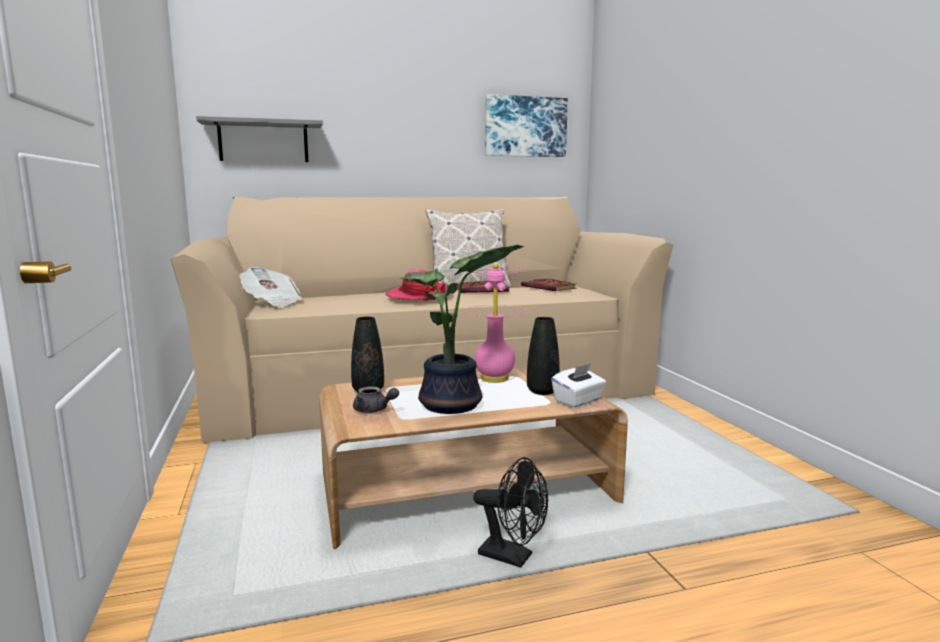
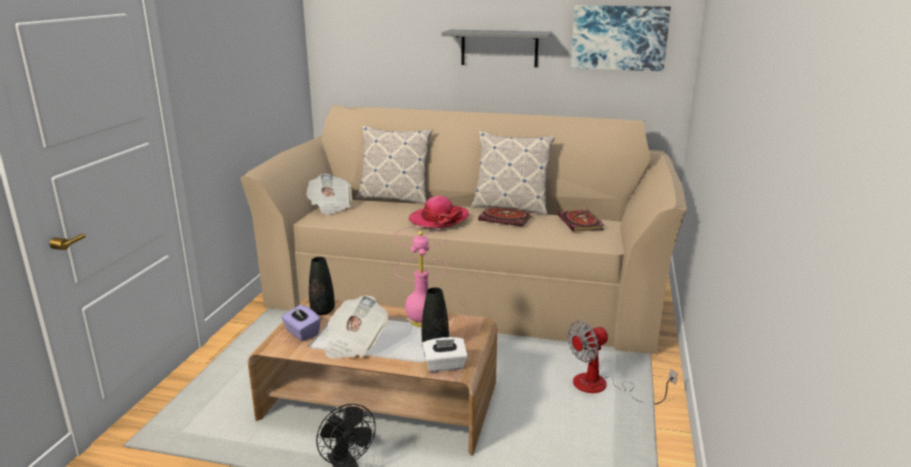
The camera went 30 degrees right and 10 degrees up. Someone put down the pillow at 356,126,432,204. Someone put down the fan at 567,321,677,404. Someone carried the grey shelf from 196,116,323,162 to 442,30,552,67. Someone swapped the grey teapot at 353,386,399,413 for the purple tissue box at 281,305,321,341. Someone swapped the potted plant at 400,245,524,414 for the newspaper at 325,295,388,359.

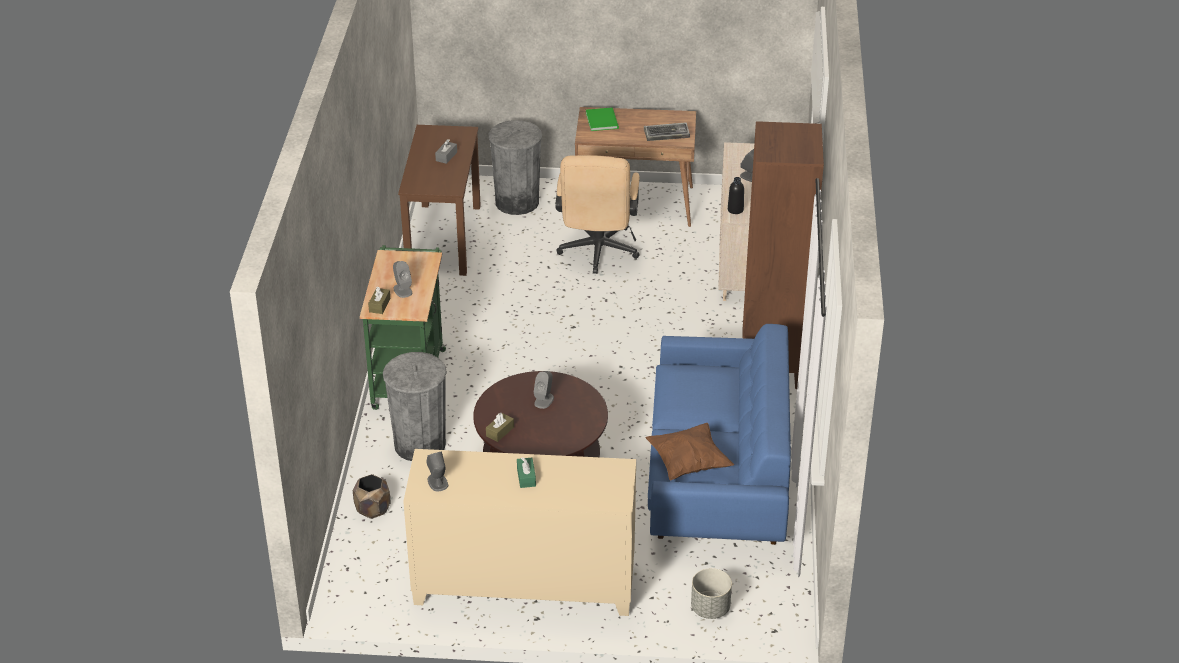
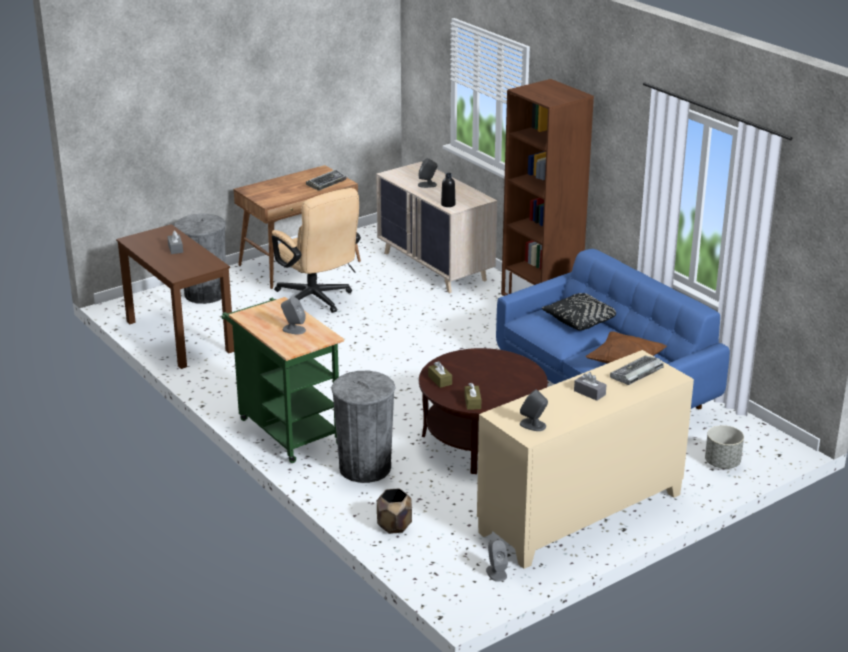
The camera went 40 degrees left and 10 degrees down. Someone took away the green book at 586,107,619,131. Someone put down the black pillow at 542,293,616,330. Someone put down the keyboard at 610,356,664,385. Someone carried the brown tissue box from 368,287,390,314 to 428,361,452,388. Someone carried the grey speaker from 534,371,554,409 to 486,540,508,582. Someone repainted the green tissue box at 517,457,536,488, which became the grey tissue box at 574,372,606,401.

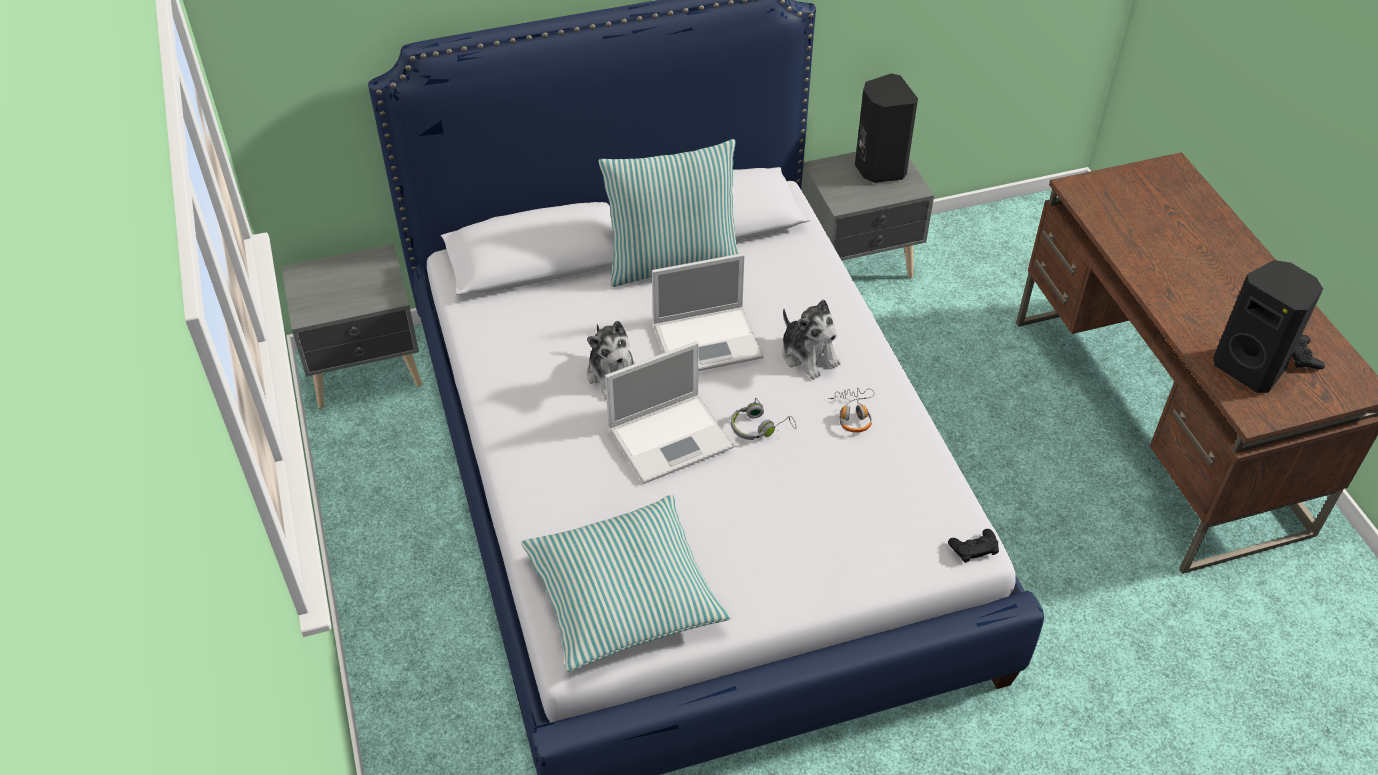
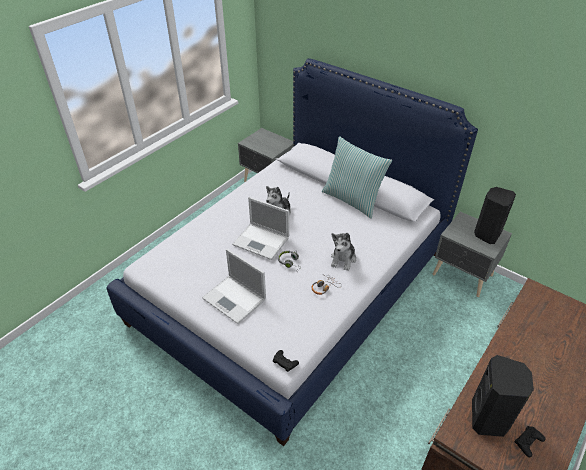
The camera went 55 degrees right and 5 degrees down. Someone took away the pillow at 521,495,731,672. Someone carried the laptop from 652,253,763,371 to 202,249,266,324.

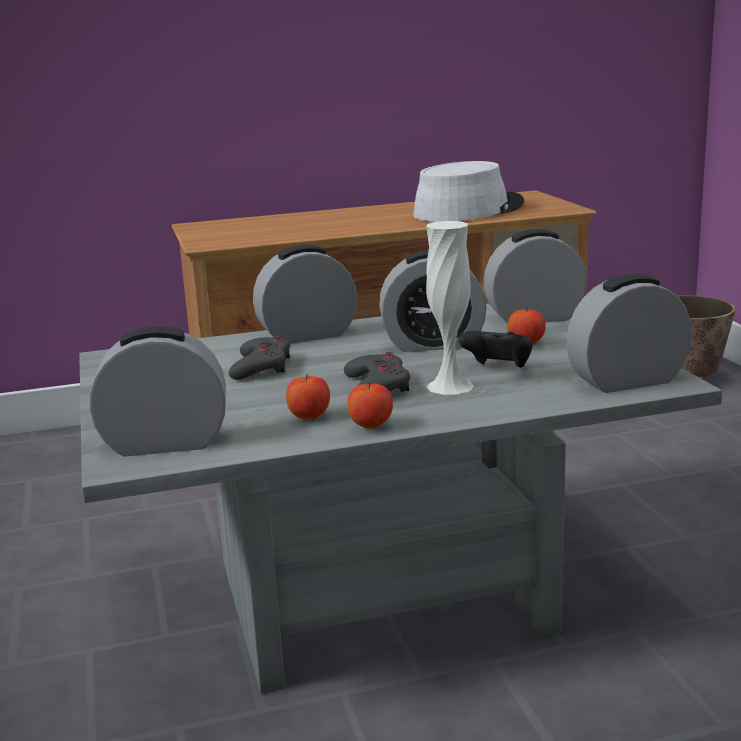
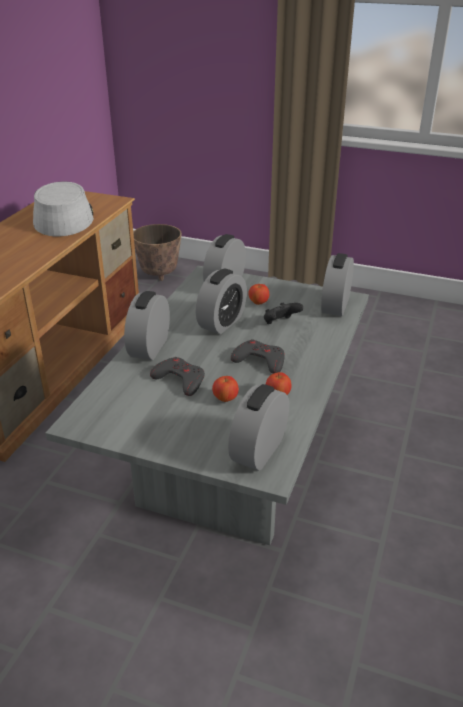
The camera went 55 degrees left and 15 degrees up. Someone took away the white vase at 426,221,474,395. Someone carried the apple from 347,381,393,429 to 212,376,239,402.

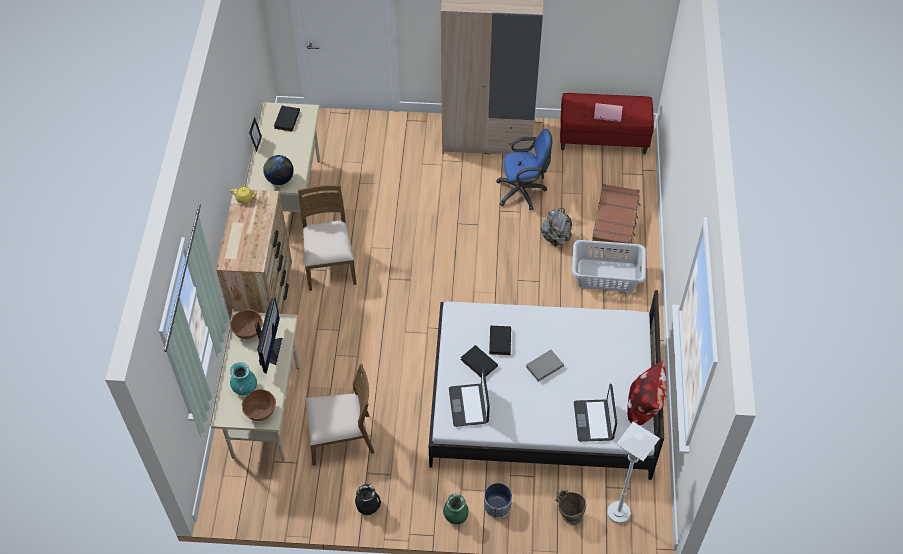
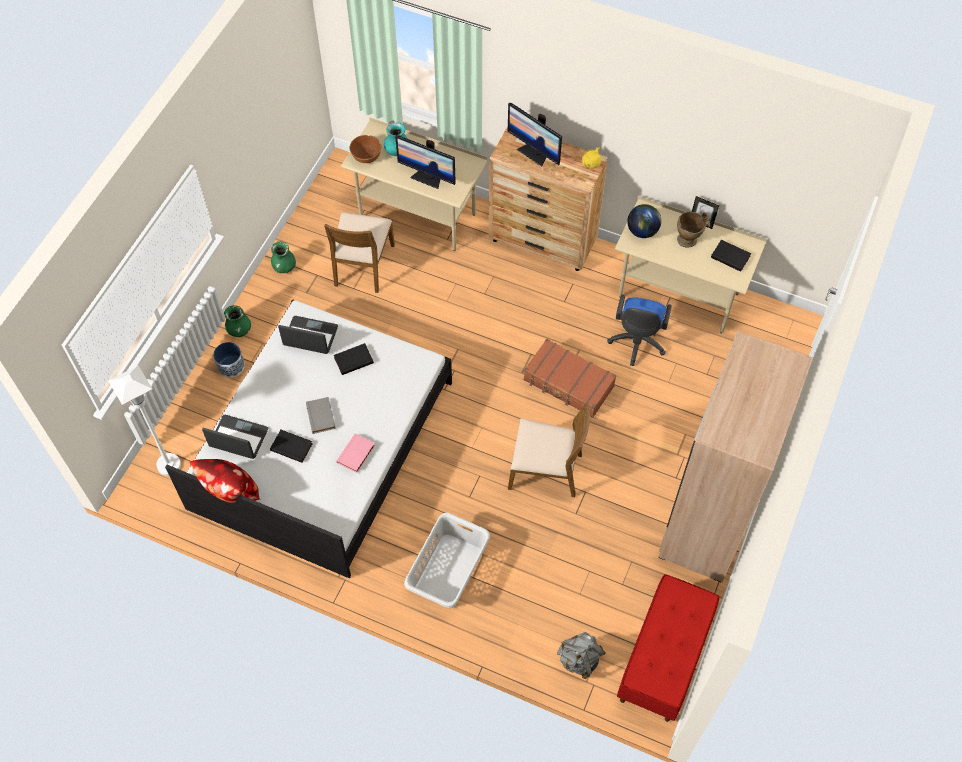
The camera went 110 degrees right and 5 degrees up. Someone took away the brown bowl at 230,310,263,339. Someone put down the monitor at 508,103,562,166. Someone carried the brown chair from 298,184,357,291 to 508,402,590,497. Someone carried the black book from 489,326,511,355 to 270,429,313,463. Someone carried the blue office chair from 496,129,553,210 to 607,295,672,366. Someone carried the grey backpack from 541,208,572,247 to 557,632,606,679. Someone carried the beige vase from 556,490,586,525 to 677,212,711,248. Someone carried the brown suitcase from 592,184,640,253 to 524,339,616,418. Someone carried the pink book from 594,103,623,122 to 336,433,375,473. Someone repainted the black vase at 355,484,381,515, which became the green vase at 271,241,296,273.

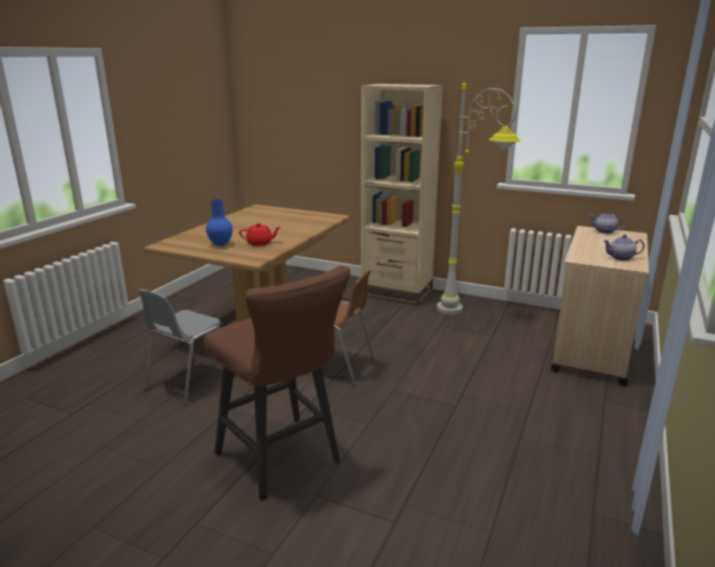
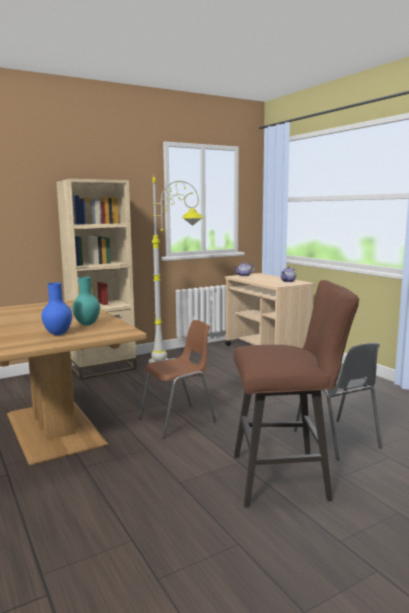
The camera went 55 degrees left and 10 degrees down. Someone carried the grey chair from 138,289,235,405 to 294,343,382,460. Someone swapped the red teapot at 239,223,281,246 for the turquoise vase at 72,277,100,326.

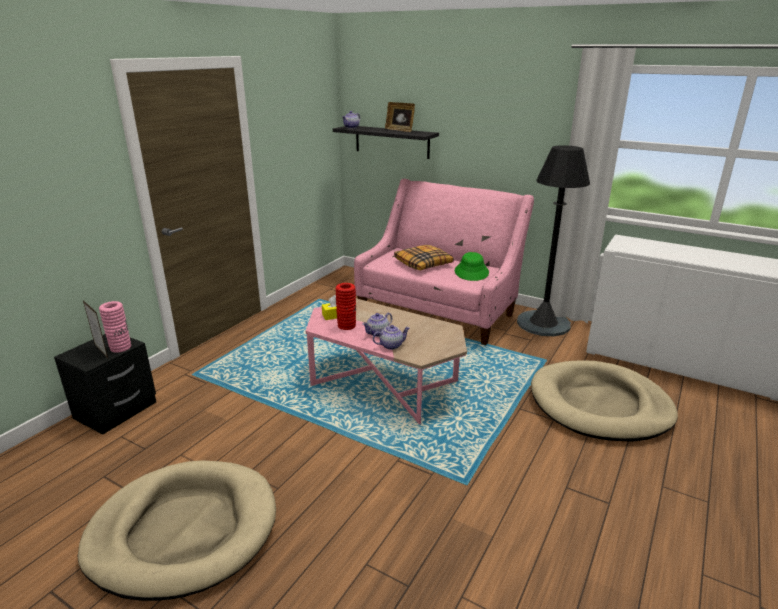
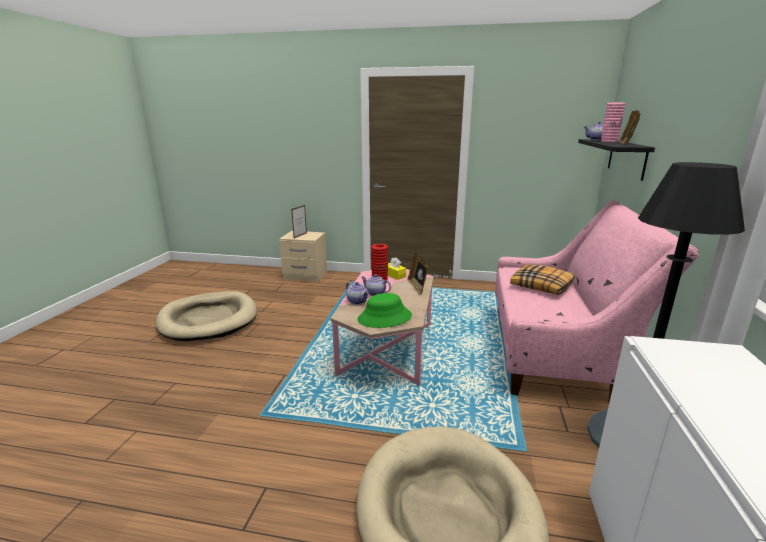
The camera went 70 degrees right and 5 degrees down. Someone put down the picture frame at 407,253,429,295. Someone carried the pink vase from 99,301,131,353 to 601,102,625,142. Someone carried the green hat from 455,252,489,281 to 358,293,412,328. Someone repainted the black nightstand at 54,334,156,434, which became the beige nightstand at 279,231,327,282.

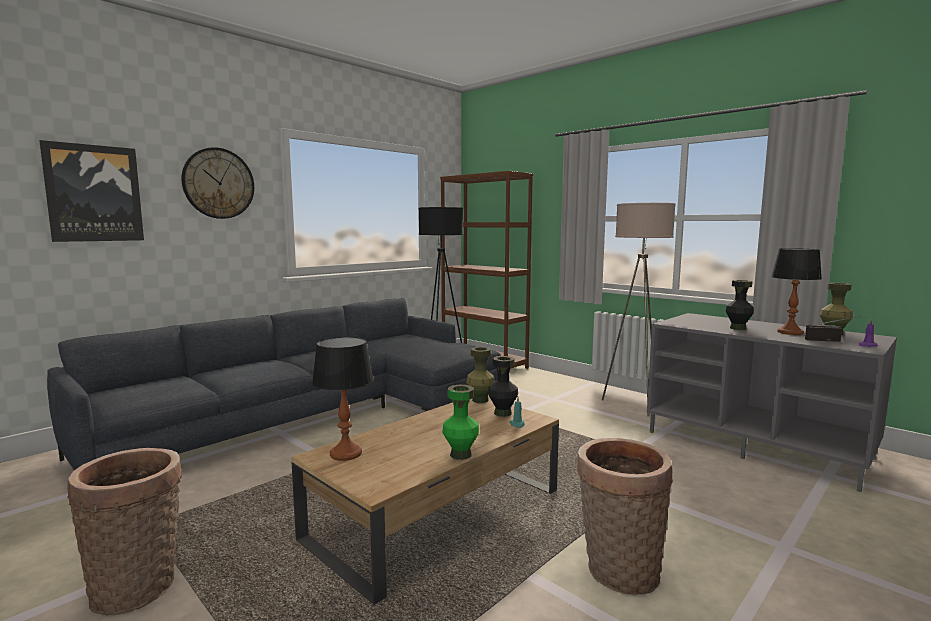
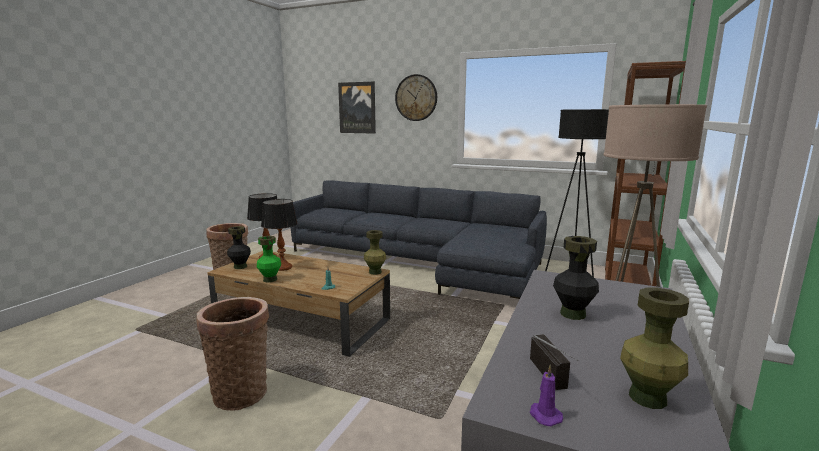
The camera went 70 degrees right and 5 degrees up. Someone carried the black vase from 488,356,518,417 to 227,226,251,269. Someone carried the table lamp from 771,248,822,335 to 261,199,298,271.

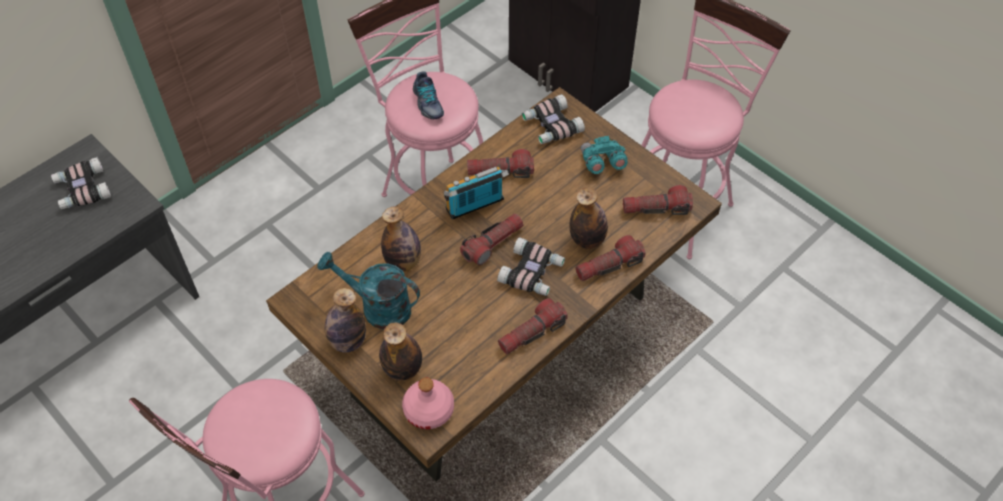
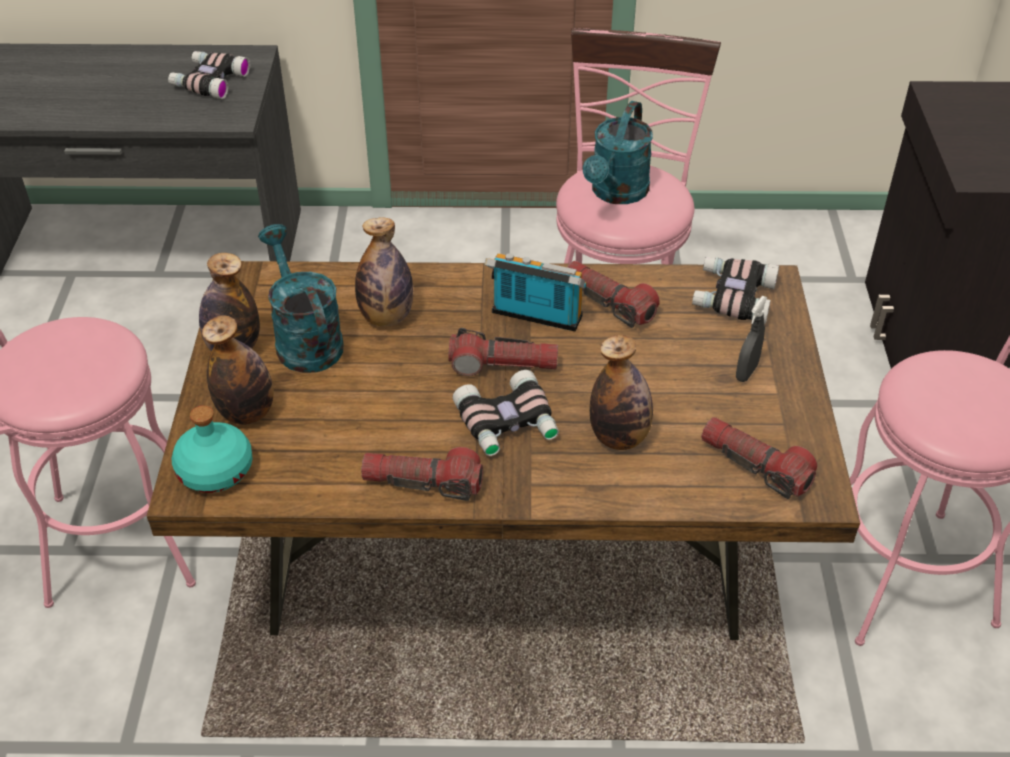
The camera went 45 degrees right and 10 degrees down. Someone took away the flashlight at 575,235,646,281. Someone swapped the shoe at 413,71,444,119 for the turquoise watering can at 583,101,653,204. Someone swapped the turquoise binoculars at 581,136,628,174 for the grey spray bottle at 736,296,768,382. Someone repainted the pink bottle at 402,378,454,429, which became the turquoise bottle at 172,406,253,493.

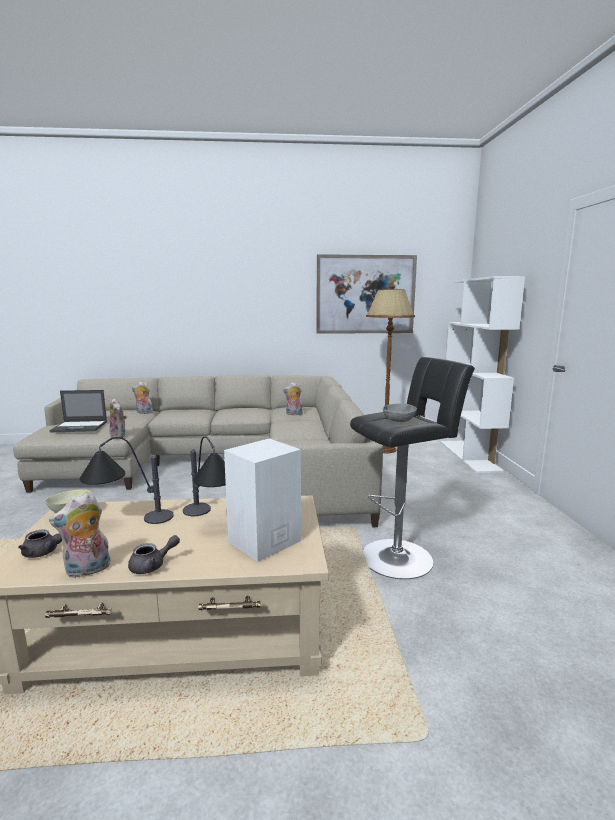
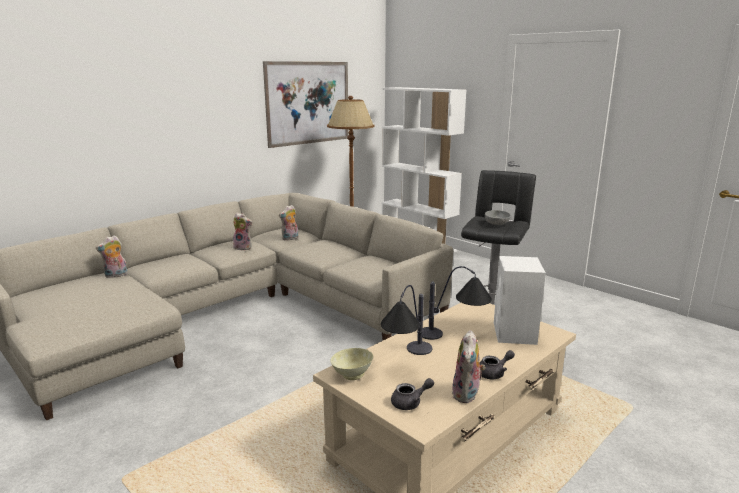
The camera went 40 degrees left and 5 degrees up. Someone took away the laptop at 49,390,107,432. Someone carried the plush toy from 109,398,127,438 to 233,213,252,250. Someone rotated the grey teapot at 128,535,180,574 by 45 degrees clockwise.

